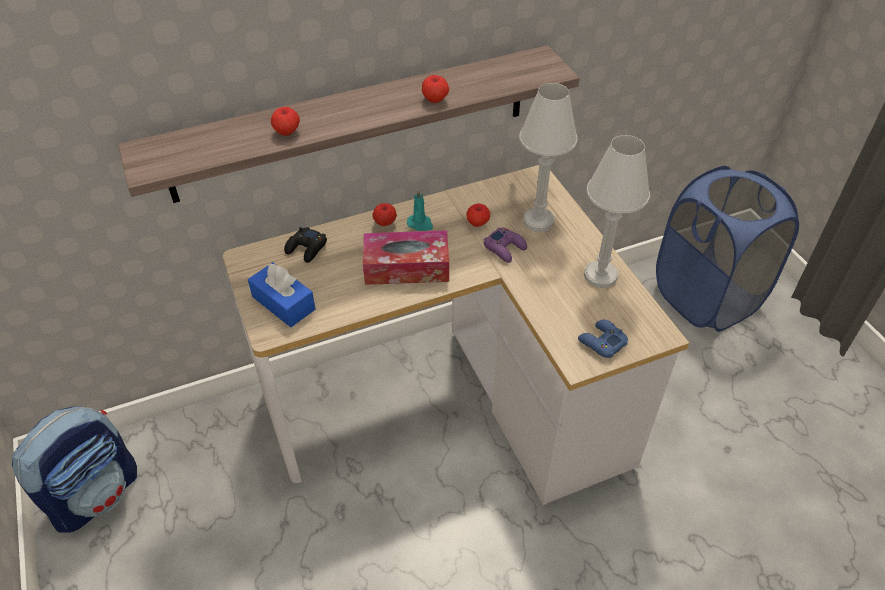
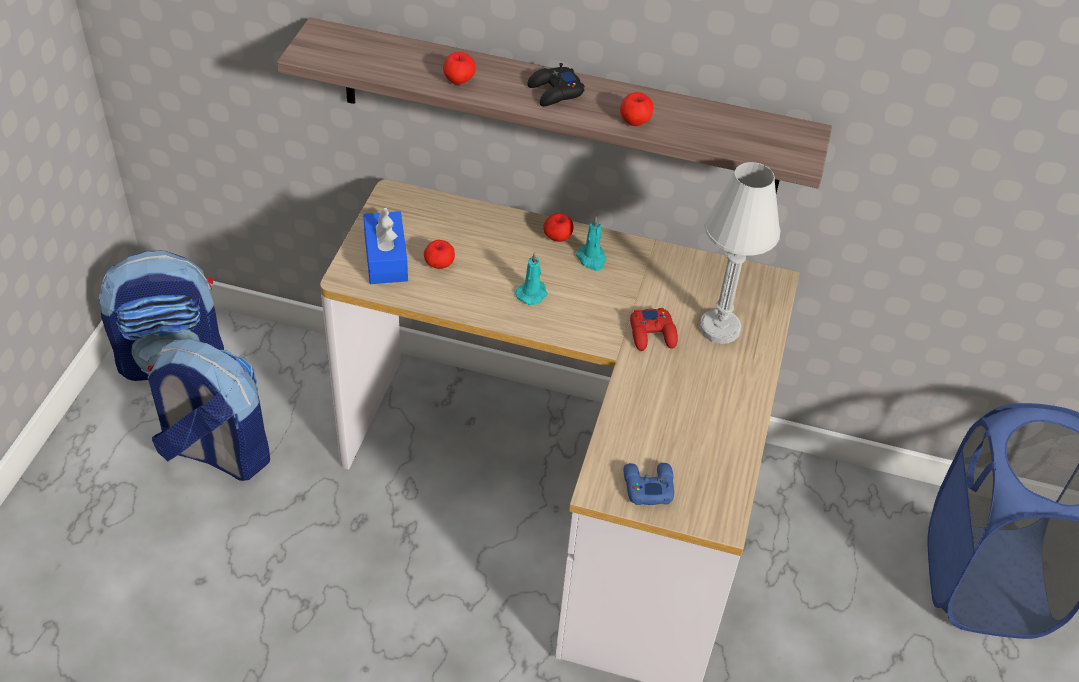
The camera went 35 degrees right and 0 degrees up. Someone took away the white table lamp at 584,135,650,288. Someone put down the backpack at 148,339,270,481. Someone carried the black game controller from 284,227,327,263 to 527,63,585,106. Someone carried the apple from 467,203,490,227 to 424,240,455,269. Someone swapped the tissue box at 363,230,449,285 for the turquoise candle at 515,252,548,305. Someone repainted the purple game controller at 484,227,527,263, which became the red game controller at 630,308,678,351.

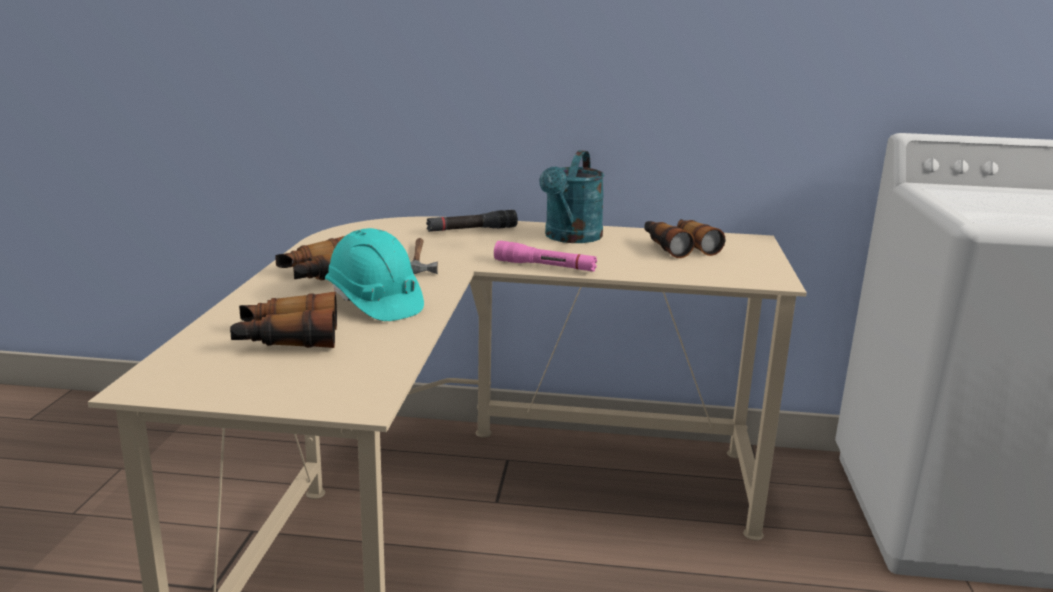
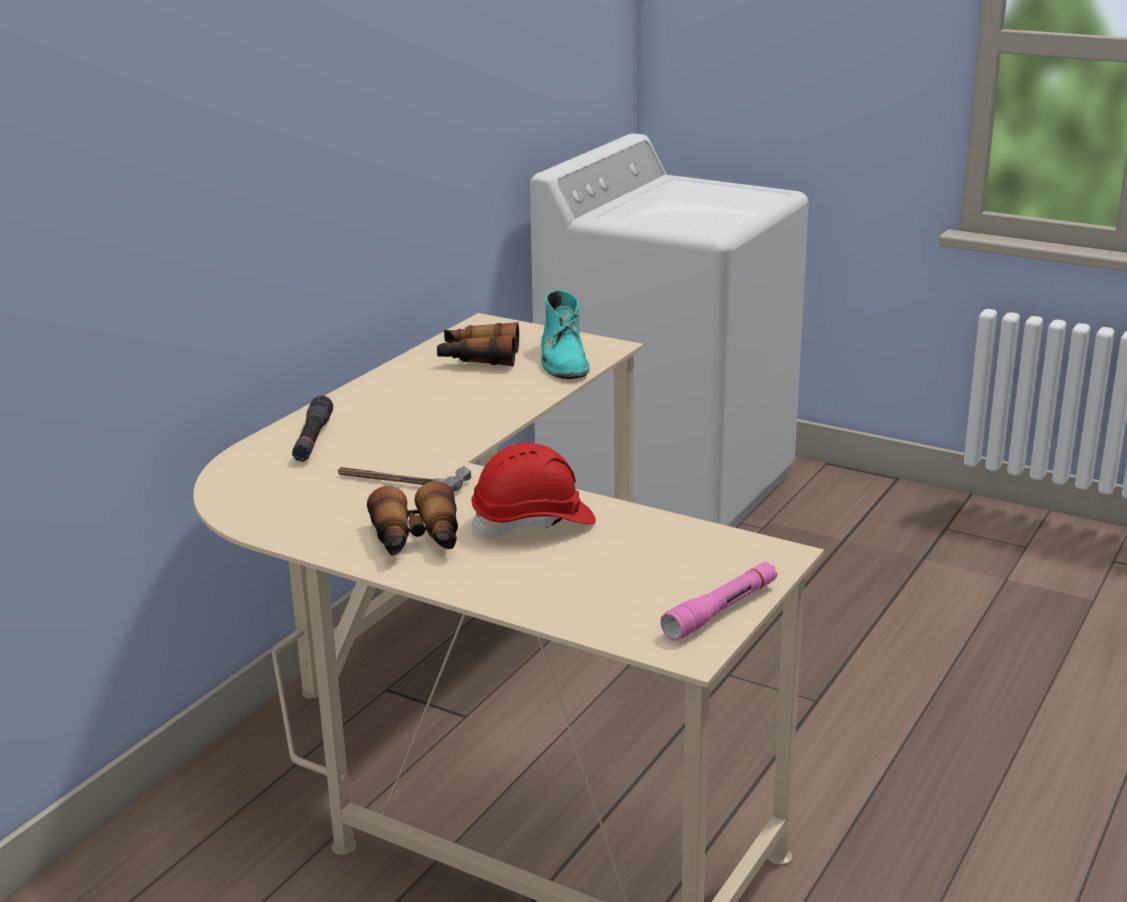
The camera went 65 degrees left and 5 degrees up. Someone took away the binoculars at 230,292,337,348. Someone took away the turquoise watering can at 539,150,605,243. Someone put down the turquoise boot at 541,290,589,379. Someone carried the pink flashlight from 494,241,597,272 to 660,561,777,640. Someone repainted the turquoise hard hat at 325,228,424,321, which became the red hard hat at 472,443,596,537.

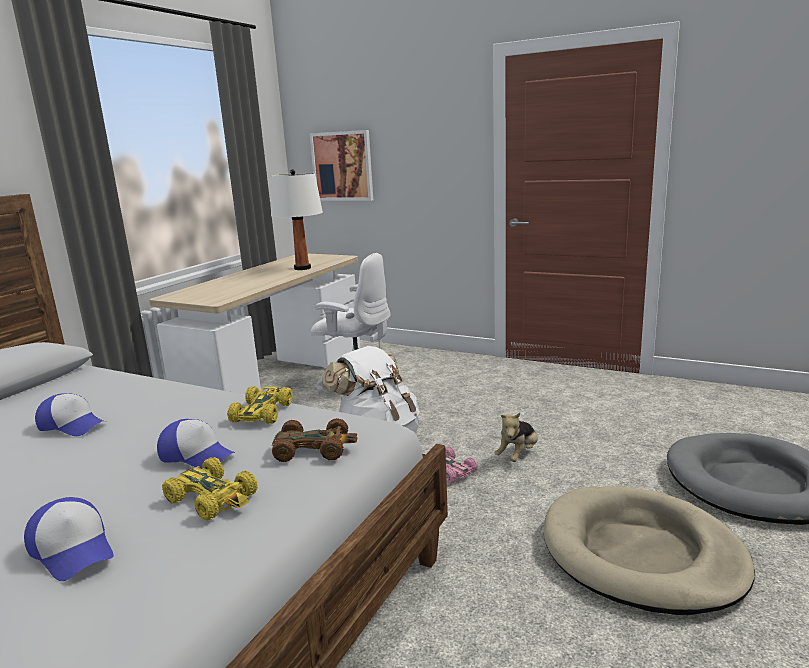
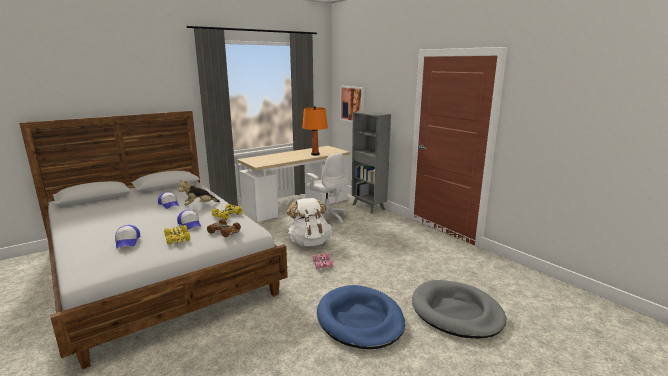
The camera went 25 degrees right and 0 degrees up. Someone put down the grey bookcase at 352,111,391,213. Someone carried the plush toy from 495,413,538,462 to 179,180,220,205. Someone repainted the white table lamp at 271,169,323,270, which became the orange table lamp at 302,106,328,156. Someone repainted the beige dog bed at 544,486,755,615, which became the blue dog bed at 317,285,405,349.

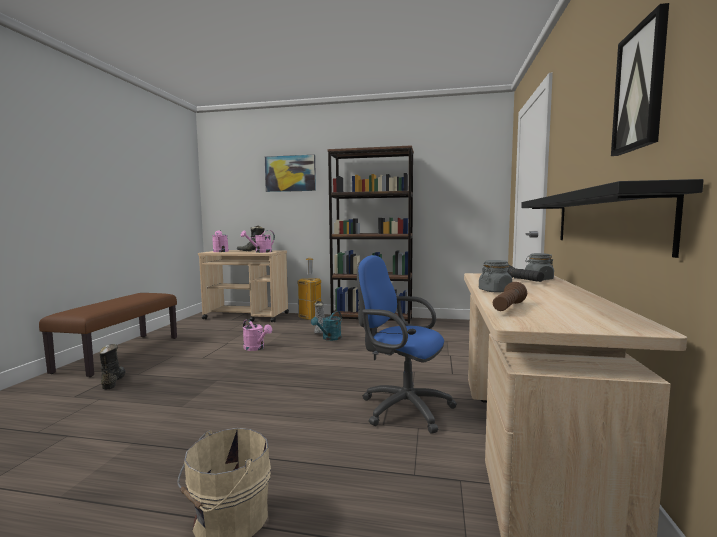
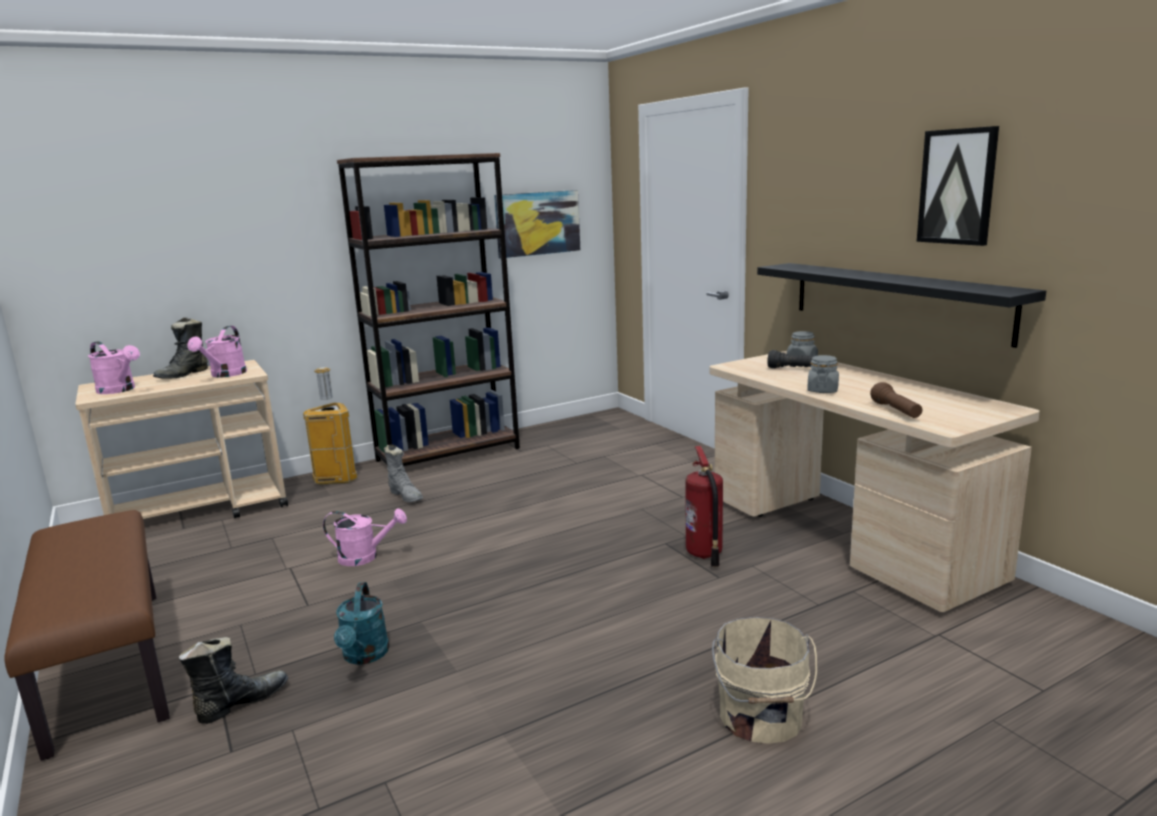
The camera went 40 degrees left and 10 degrees up. Someone carried the picture from 265,155,316,192 to 494,190,580,259. Someone carried the turquoise watering can from 311,311,342,341 to 334,582,389,665. Someone swapped the blue office chair at 357,255,457,434 for the fire extinguisher at 685,446,723,567. Someone rotated the black boot at 100,344,126,389 by 105 degrees clockwise.

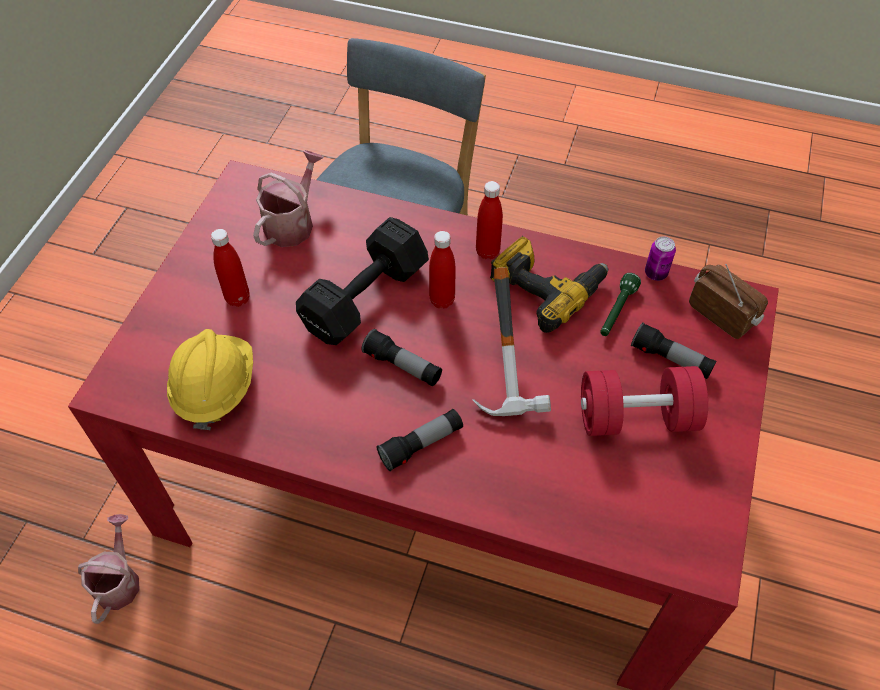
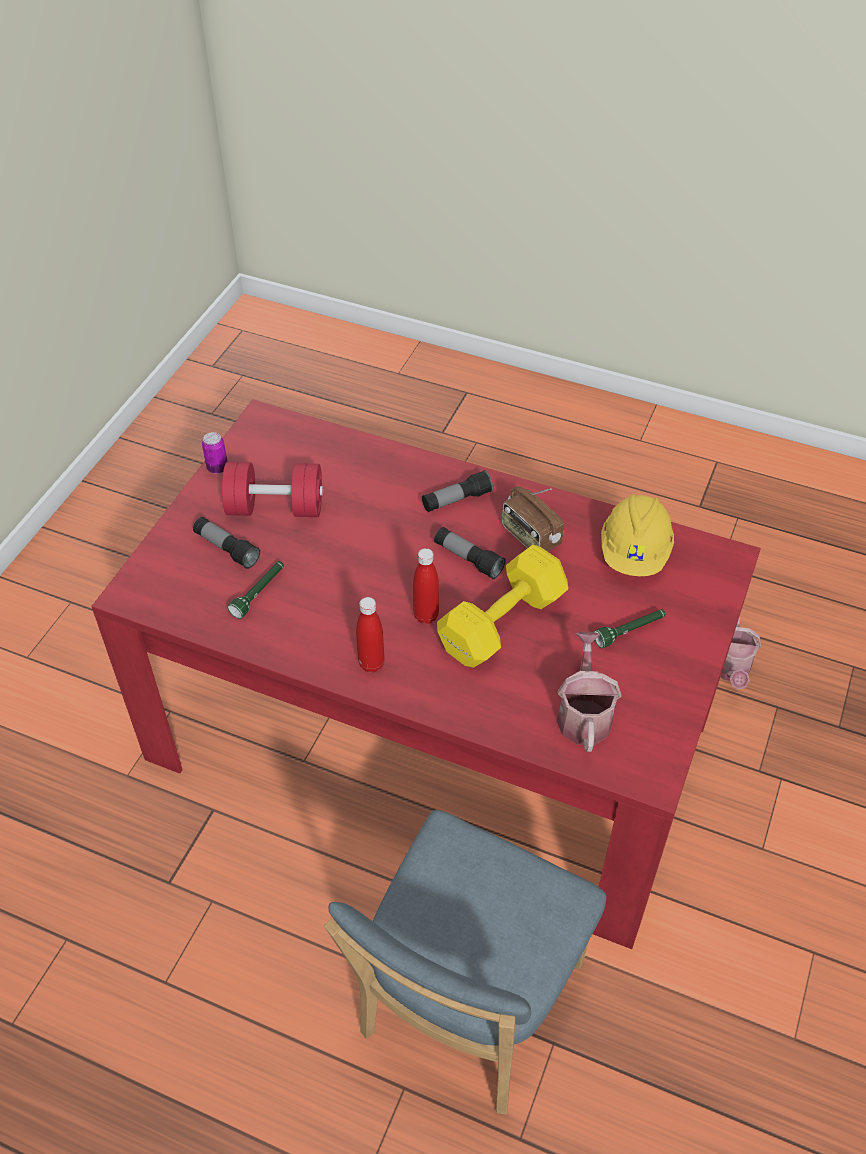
The camera went 175 degrees left and 5 degrees down. Someone took away the hammer at 472,267,551,416. Someone took away the power drill at 490,236,608,333. Someone carried the can from 645,237,676,281 to 202,432,228,474. Someone carried the radio from 689,264,768,339 to 502,486,564,552. Someone swapped the red bottle at 211,229,250,307 for the green flashlight at 594,609,666,648. Someone repainted the black dumbbell at 296,217,429,345, which became the yellow dumbbell at 437,545,569,668. Someone rotated the watering can at 253,150,324,247 by 150 degrees clockwise.

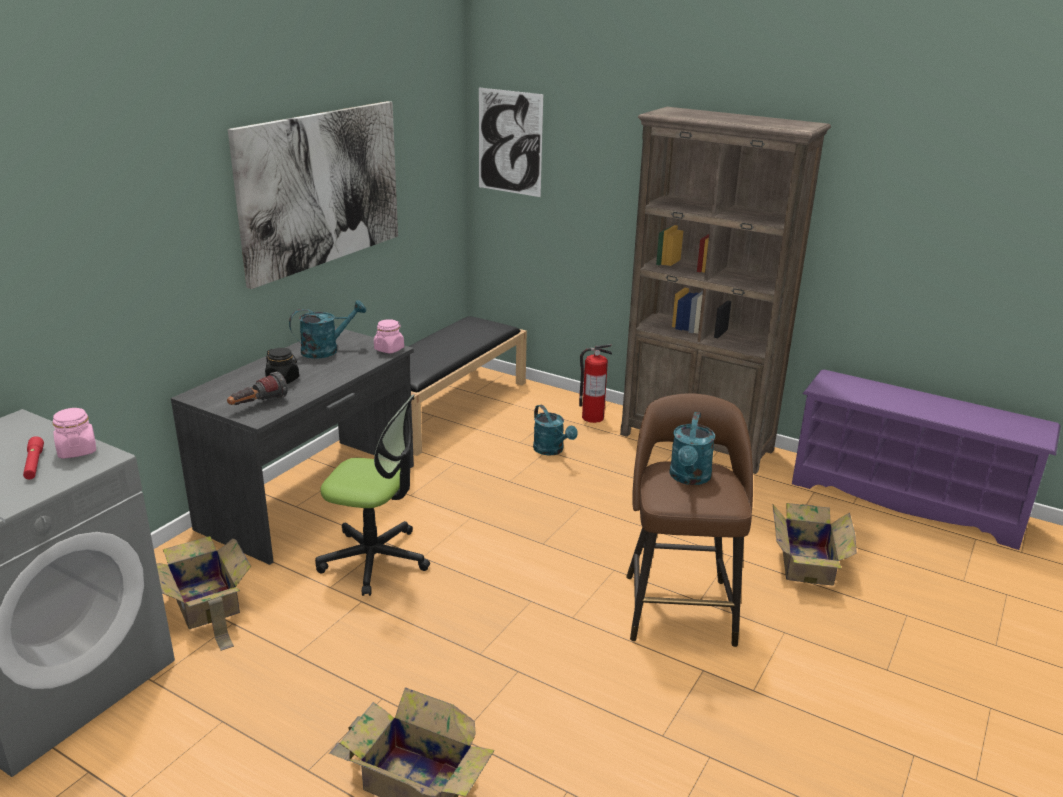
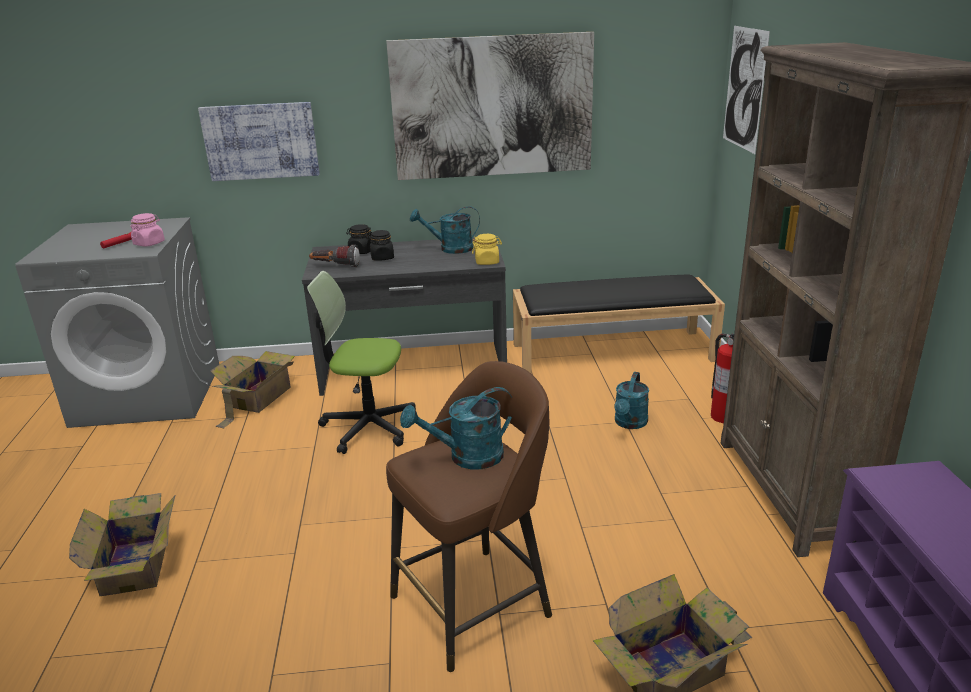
The camera went 55 degrees right and 0 degrees up. Someone put up the picture at 198,102,320,181. Someone put down the black jar at 346,224,371,254. Someone repainted the pink jar at 374,319,404,353, which became the yellow jar at 472,234,502,265. Someone rotated the turquoise watering can at 289,300,366,359 by 150 degrees clockwise. Someone rotated the office chair at 315,394,430,596 by 120 degrees clockwise.

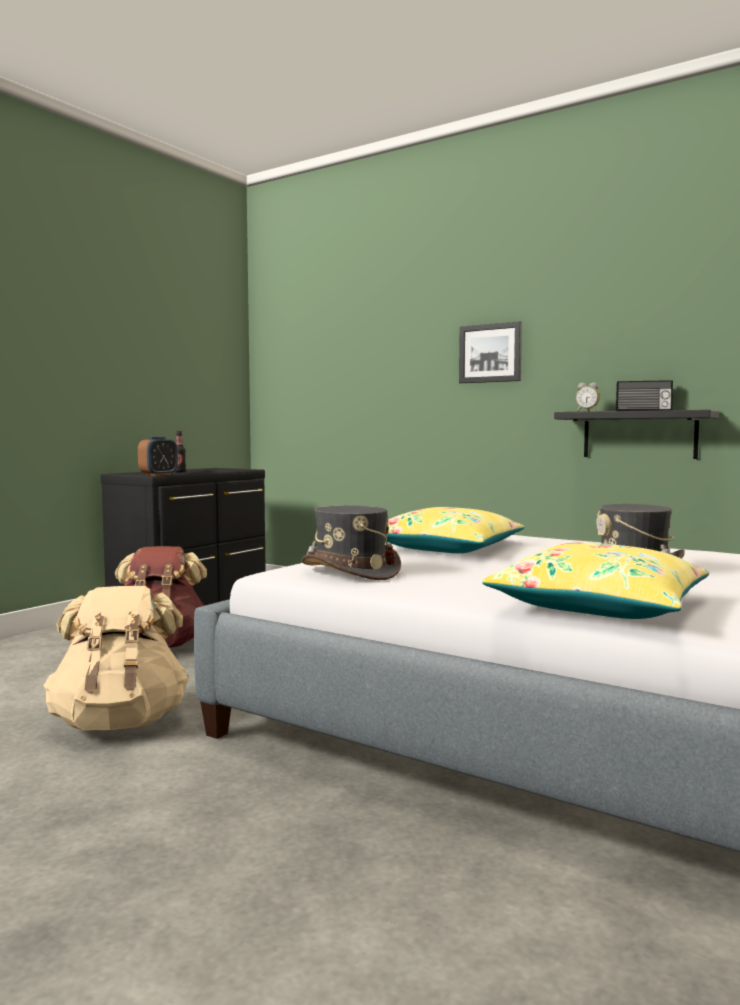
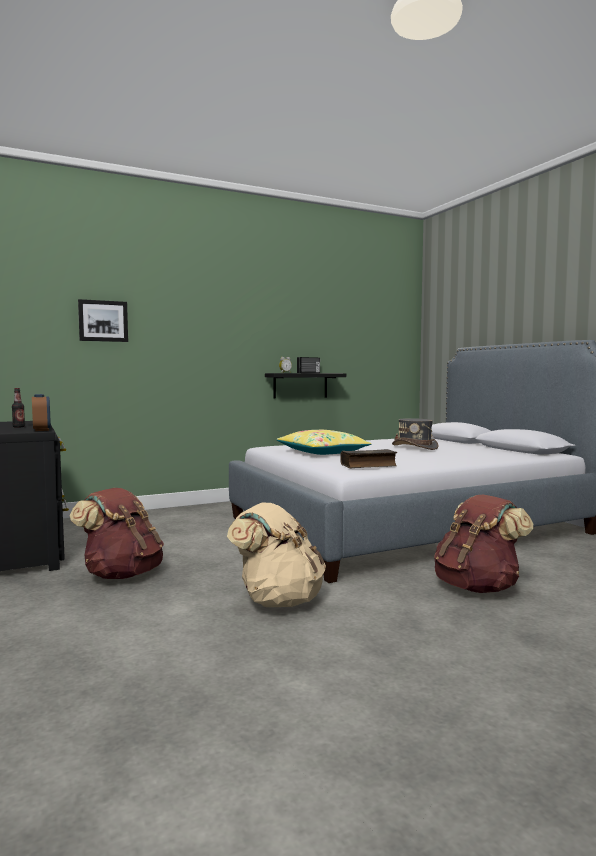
The camera went 60 degrees left and 0 degrees up. Someone took away the yellow pillow at 482,542,709,619. Someone put down the brown backpack at 434,495,533,593. Someone carried the picture from 459,321,522,383 to 78,299,128,342. Someone swapped the grey hat at 302,506,401,580 for the book at 340,449,397,468.

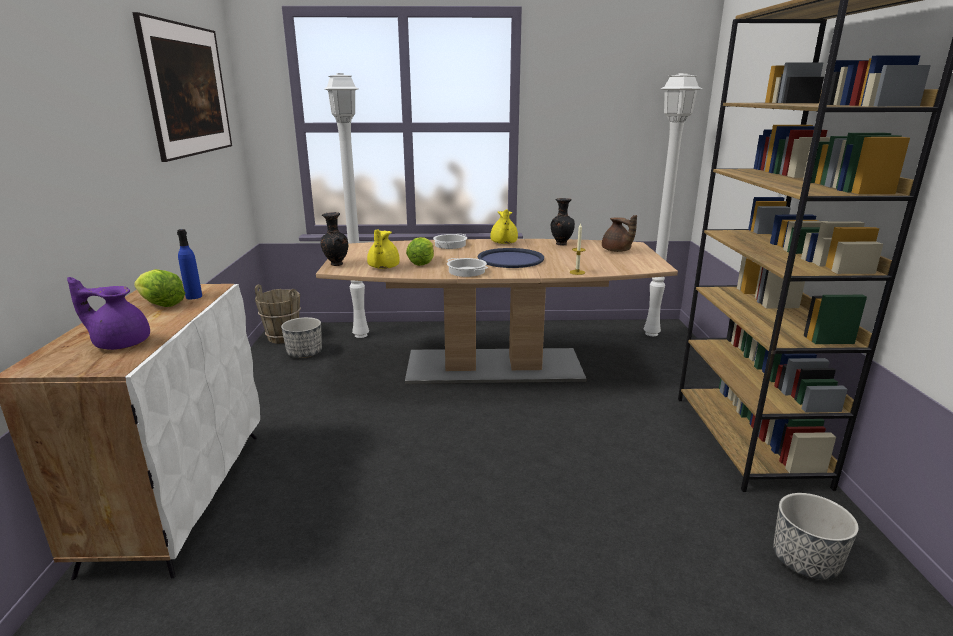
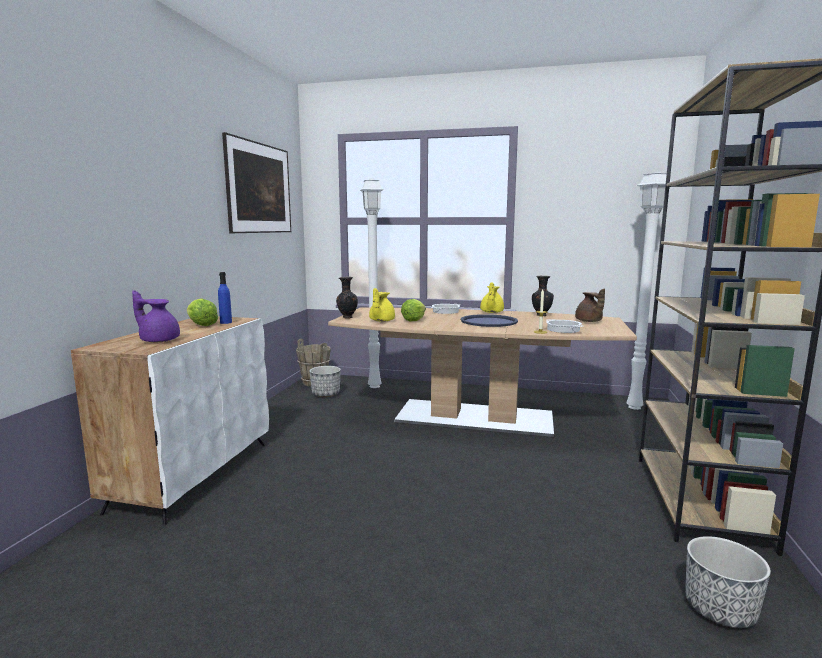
The camera went 15 degrees right and 10 degrees down. Someone carried the cooking pot from 447,258,488,277 to 546,319,583,333.

